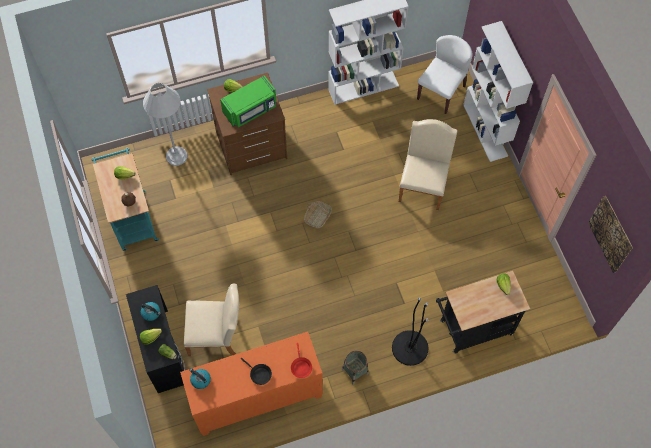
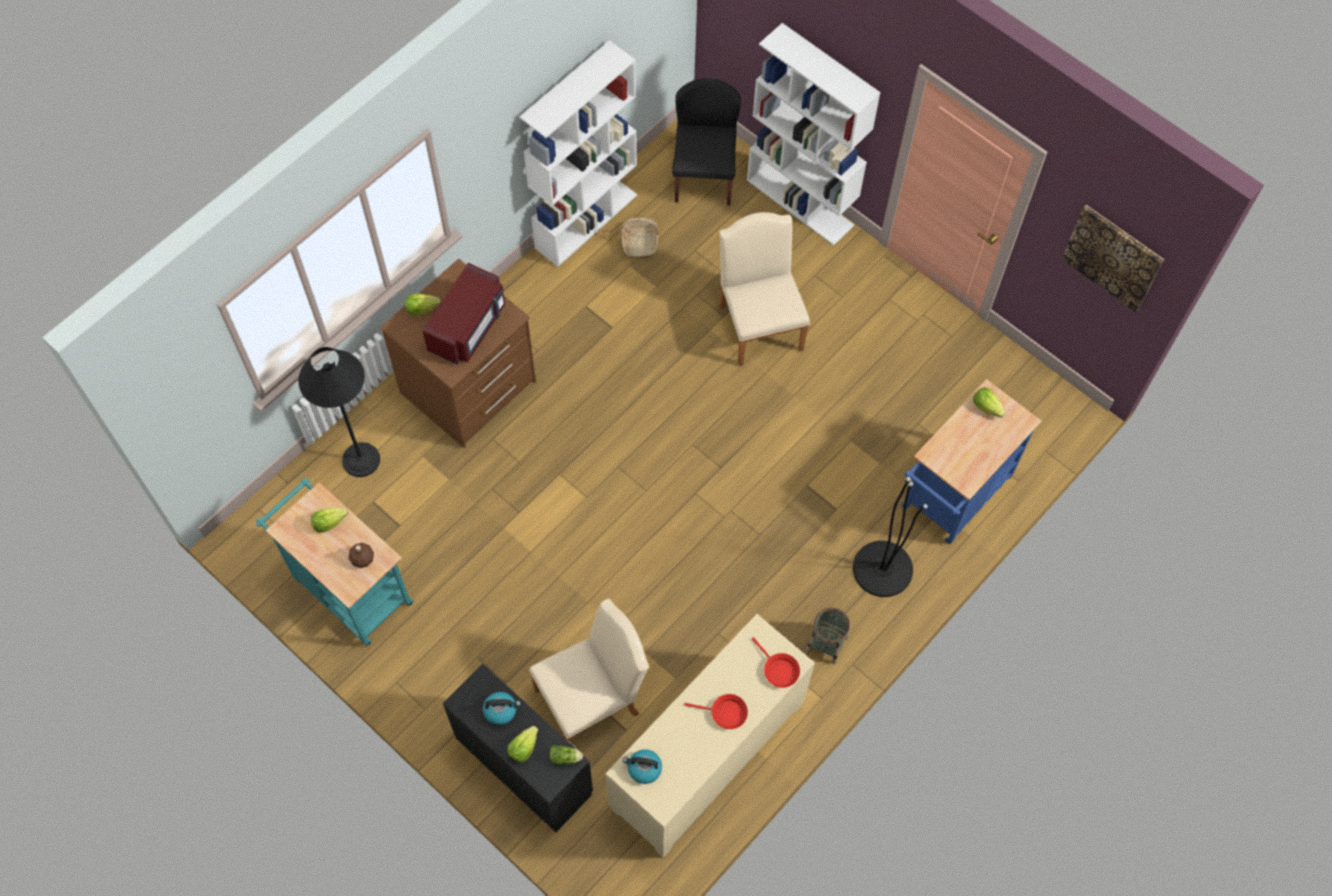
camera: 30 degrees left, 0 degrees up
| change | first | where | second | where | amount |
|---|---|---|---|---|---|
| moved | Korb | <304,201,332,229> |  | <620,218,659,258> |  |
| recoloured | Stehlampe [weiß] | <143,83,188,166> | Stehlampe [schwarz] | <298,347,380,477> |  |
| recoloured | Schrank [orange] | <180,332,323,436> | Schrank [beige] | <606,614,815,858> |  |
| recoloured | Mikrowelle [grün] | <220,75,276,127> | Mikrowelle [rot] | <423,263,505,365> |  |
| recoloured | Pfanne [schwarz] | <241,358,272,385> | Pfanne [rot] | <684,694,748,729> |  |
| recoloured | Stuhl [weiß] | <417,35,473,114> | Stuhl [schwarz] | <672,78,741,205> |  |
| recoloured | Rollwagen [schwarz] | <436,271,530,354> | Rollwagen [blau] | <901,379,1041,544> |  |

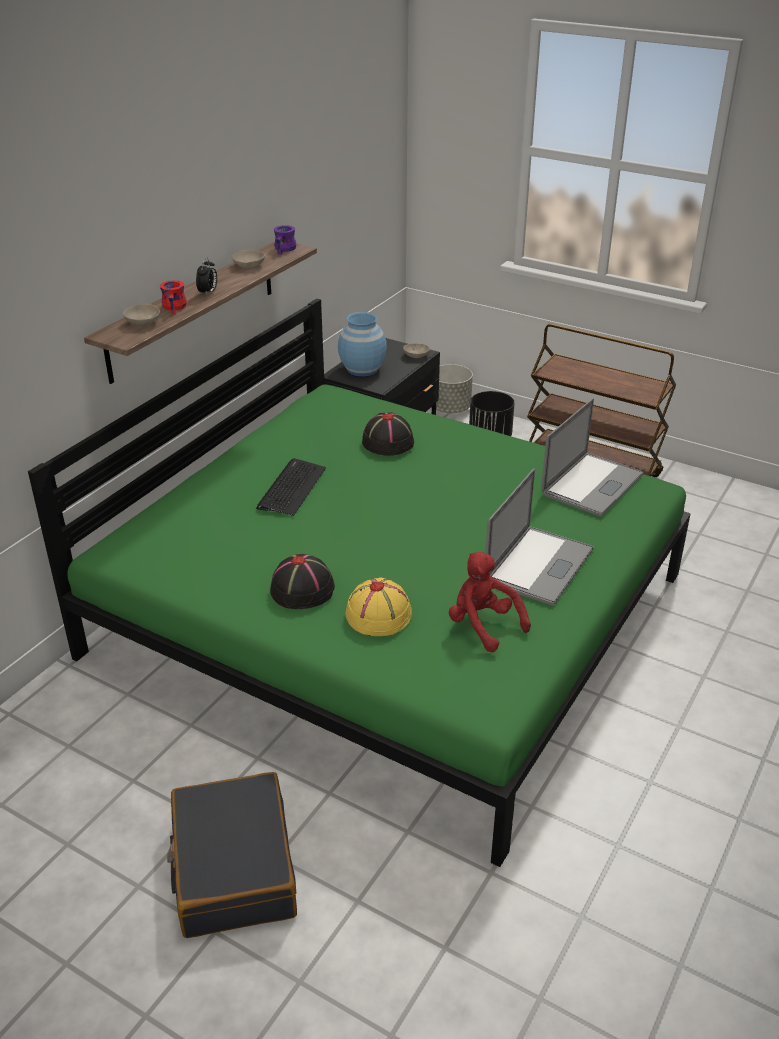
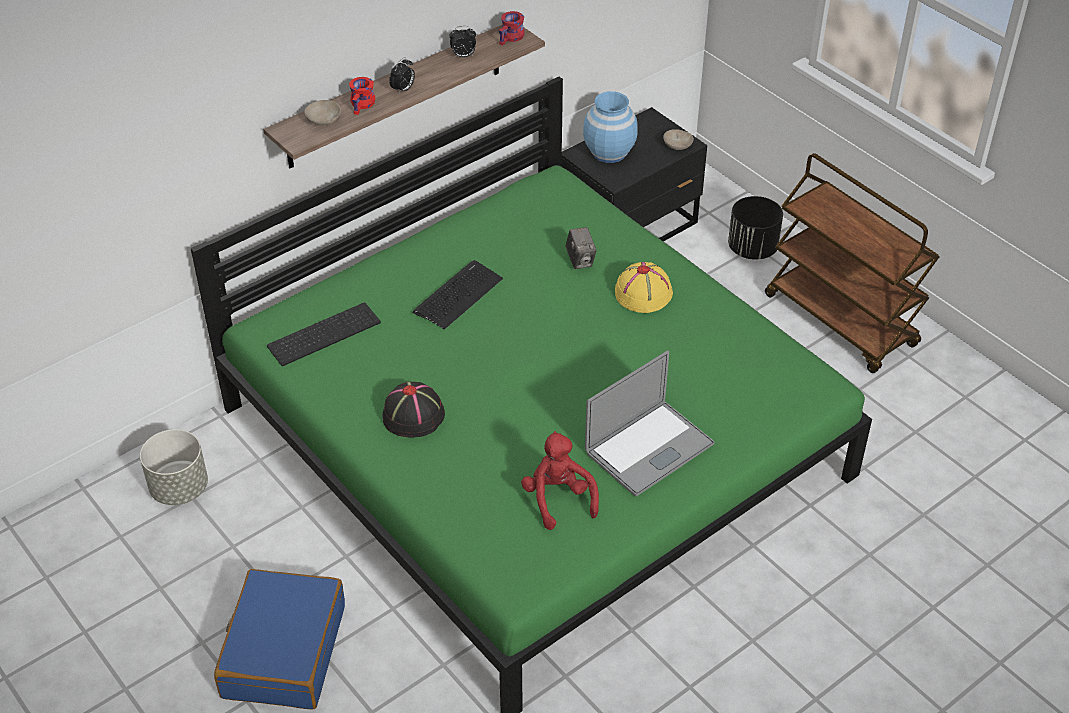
camera: 20 degrees right, 10 degrees up
| change | first | where | second | where | amount |
|---|---|---|---|---|---|
| removed | Laptop | <541,398,644,517> |  |  |  |
| added |  |  | Tastatur | <267,302,381,366> |  |
| moved | Hut [gelb] | <345,577,412,636> |  | <615,262,673,313> |  |
| moved | Pflanzkübel [grau] | <436,364,473,413> |  | <140,429,208,505> |  |
| replaced | Schüssel [beige] | <232,250,265,268> | Wecker | <449,26,476,57> |  |
| replaced | Hut [schwarz] | <362,412,414,456> | Kamera | <565,227,596,269> |  |
| recoloured | Koffer [schwarz] | <167,772,297,938> | Koffer [blau] | <214,569,345,710> |  |
| recoloured | Henkelbecher [lila] | <274,225,296,255> | Henkelbecher [rot] | <499,11,525,46> |  |

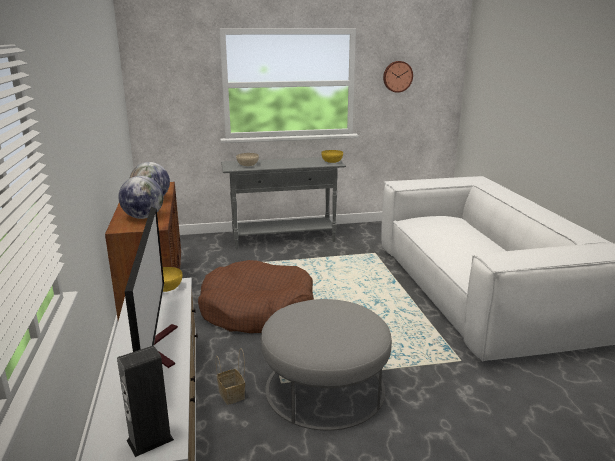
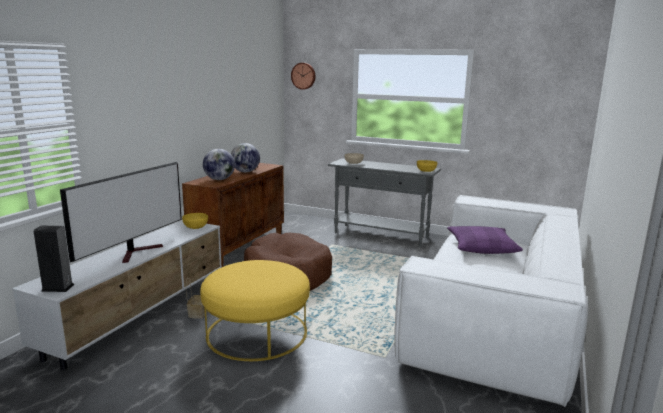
camera: 35 degrees right, 5 degrees down
| change | first | where | second | where | amount |
|---|---|---|---|---|---|
| added |  |  | Kissen [lila] | <447,226,523,254> |  |
| moved | Wanduhr | <383,61,413,93> |  | <291,63,315,90> |  |
| recoloured | Polsterhocker [grau] | <261,299,392,431> | Polsterhocker [gelb] | <200,260,310,361> |  |

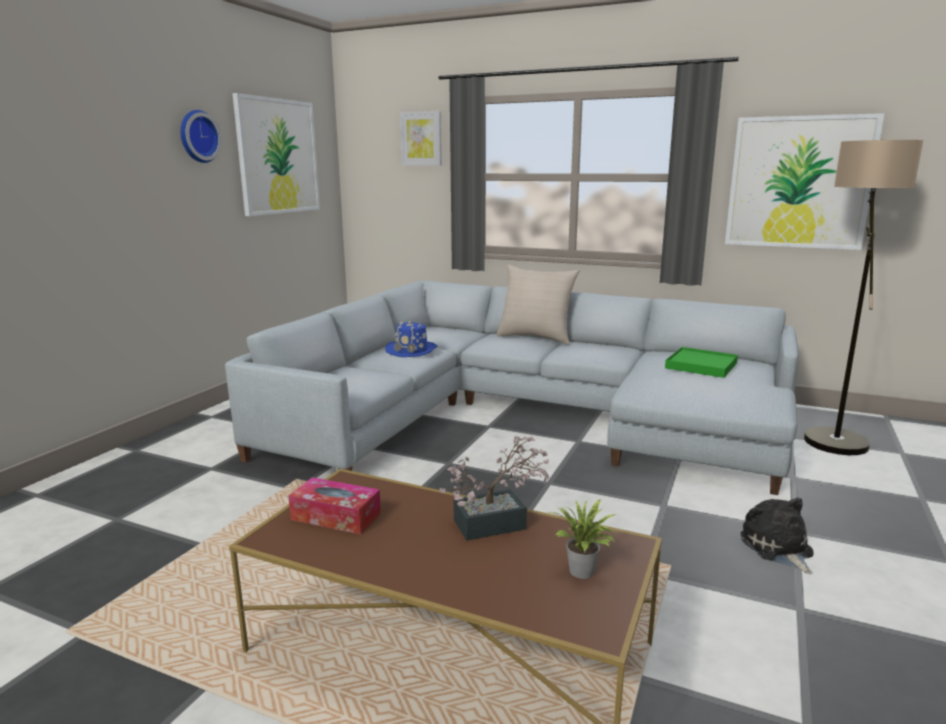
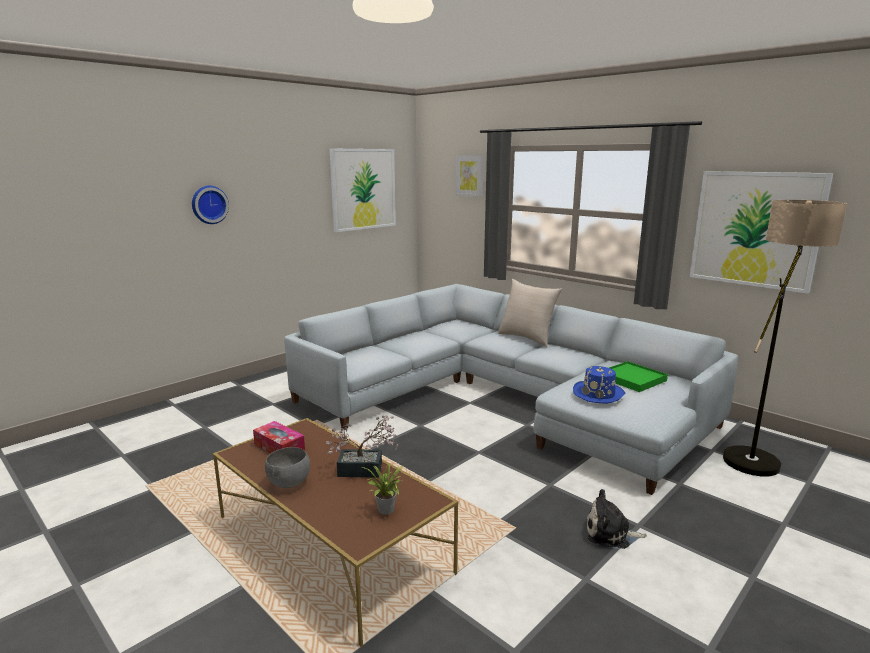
camera: 20 degrees right, 0 degrees up
| change | first | where | second | where | amount |
|---|---|---|---|---|---|
| added |  |  | Schüssel [grau] | <265,447,310,488> |  |
| moved | Wanduhr | <180,110,222,163> |  | <192,186,229,224> |  |
| moved | Hut [blau] | <385,320,438,357> |  | <573,366,625,404> |  |
| turned | Plüschtier | <741,498,814,574> |  | <587,489,647,549> | 90 degrees counterclockwise |

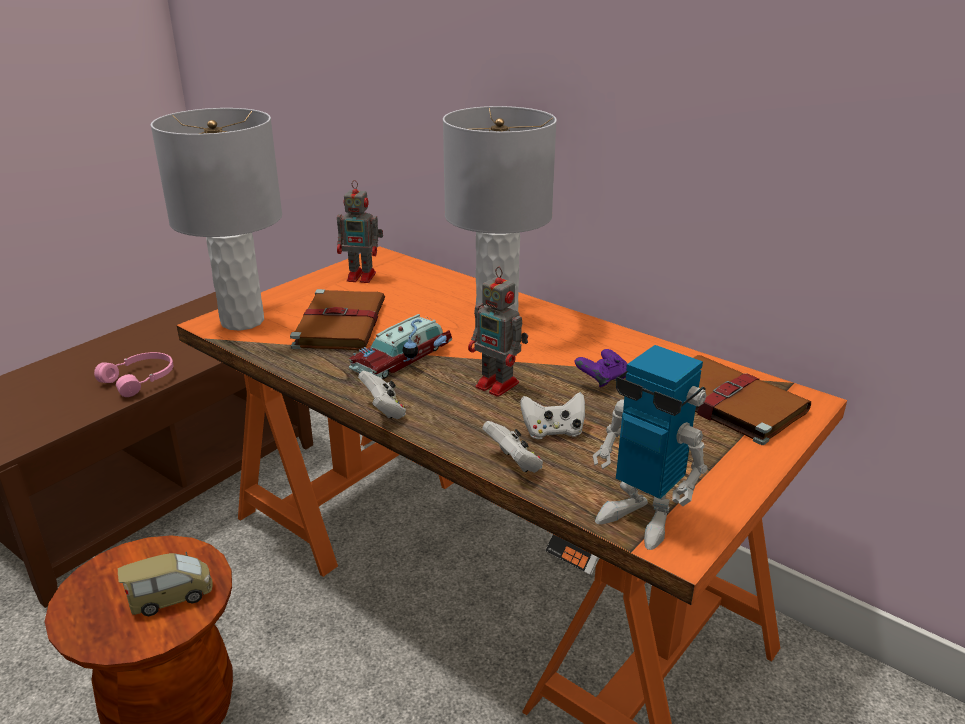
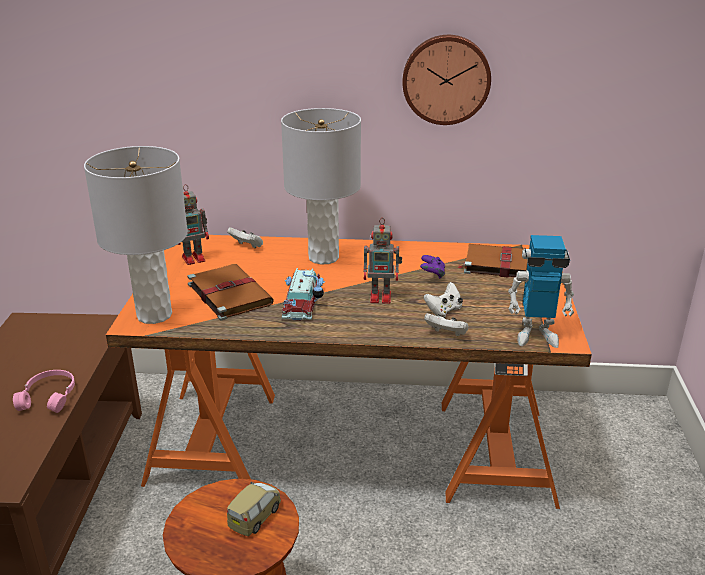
camera: 35 degrees left, 0 degrees up
| change | first | where | second | where | amount |
|---|---|---|---|---|---|
| added |  |  | Wanduhr | <402,35,491,125> |  |
| moved | Gamepad [weiß] | <358,371,406,419> |  | <227,227,263,248> |  |

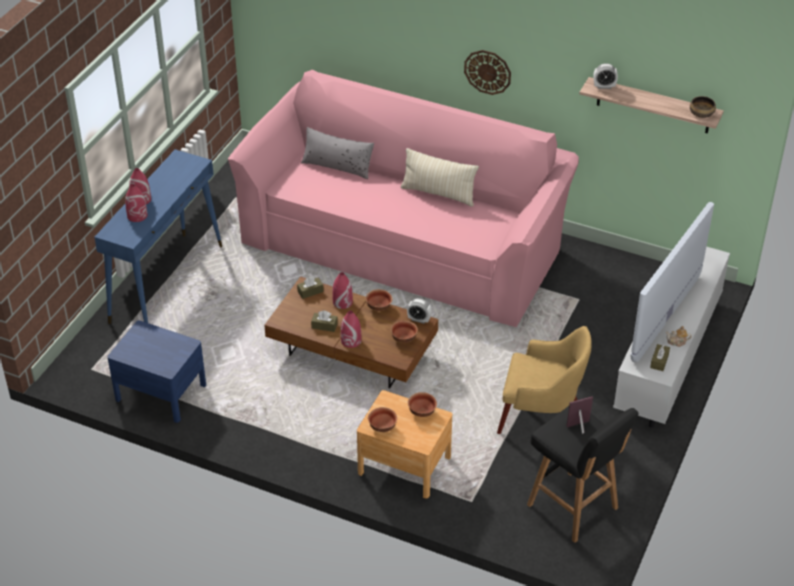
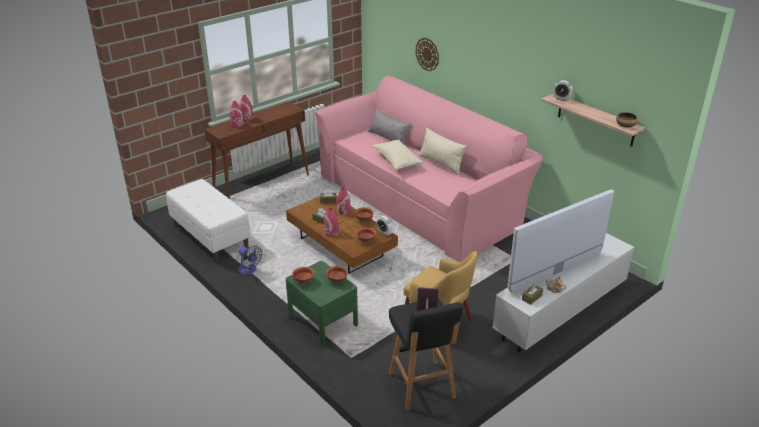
camera: 25 degrees right, 10 degrees down
| change | first | where | second | where | amount |
|---|---|---|---|---|---|
| added |  |  | Ventilator | <238,246,262,275> |  |
| added |  |  | Kissen [beige] | <373,140,423,170> |  |
| moved | Wanduhr | <464,50,511,95> |  | <416,38,439,71> |  |
| replaced | Nachttisch [blau] | <107,320,206,423> | Bank [weiß] | <166,179,251,262> |  |
| recoloured | Konsolentisch [blau] | <94,149,222,324> | Konsolentisch [braun] | <204,101,309,199> |  |
| recoloured | Nachttisch [braun] | <357,390,452,499> | Nachttisch [grün] | <286,261,358,346> |  |

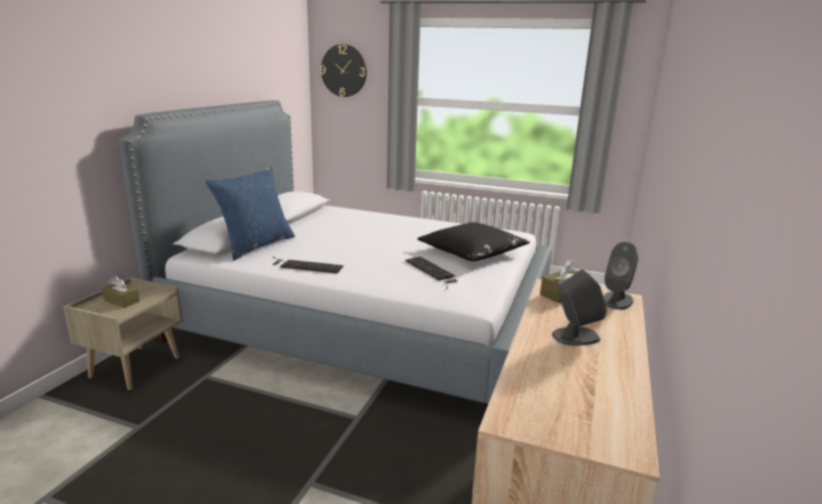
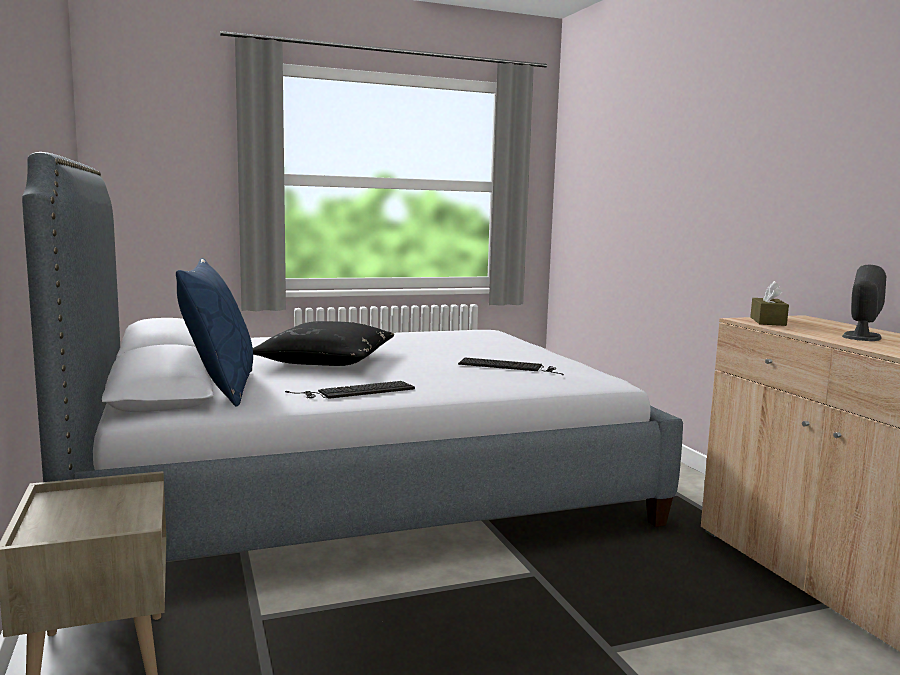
camera: 40 degrees left, 10 degrees down
| change | first | where | second | where | amount |
|---|---|---|---|---|---|
| removed | Taschentuchbox [braun] | <102,276,140,308> |  |  |  |
| removed | Wanduhr | <320,44,367,97> |  |  |  |
| removed | Lautsprecher [grau] | <603,242,638,310> |  |  |  |
| moved | Kissen [schwarz] | <417,222,530,261> |  | <253,321,394,366> |  |

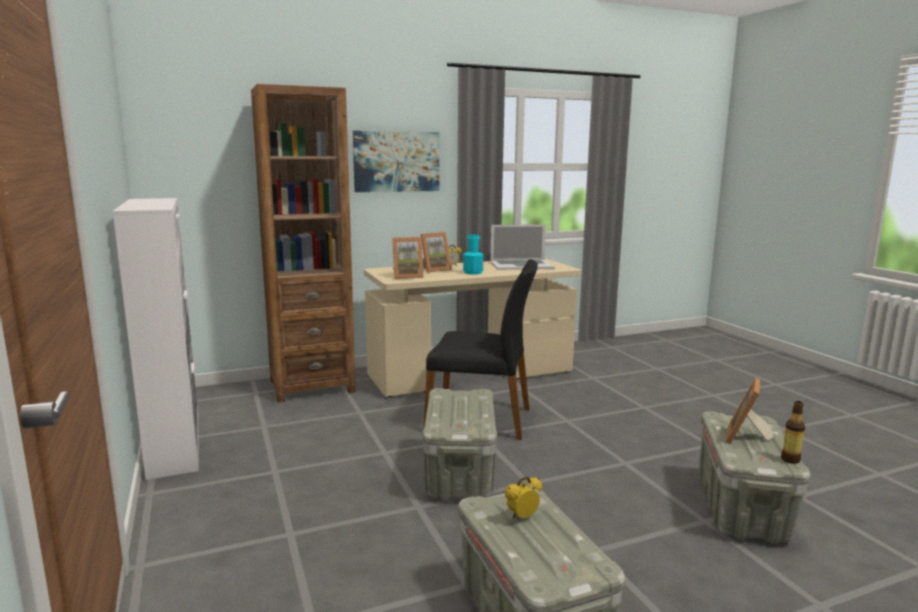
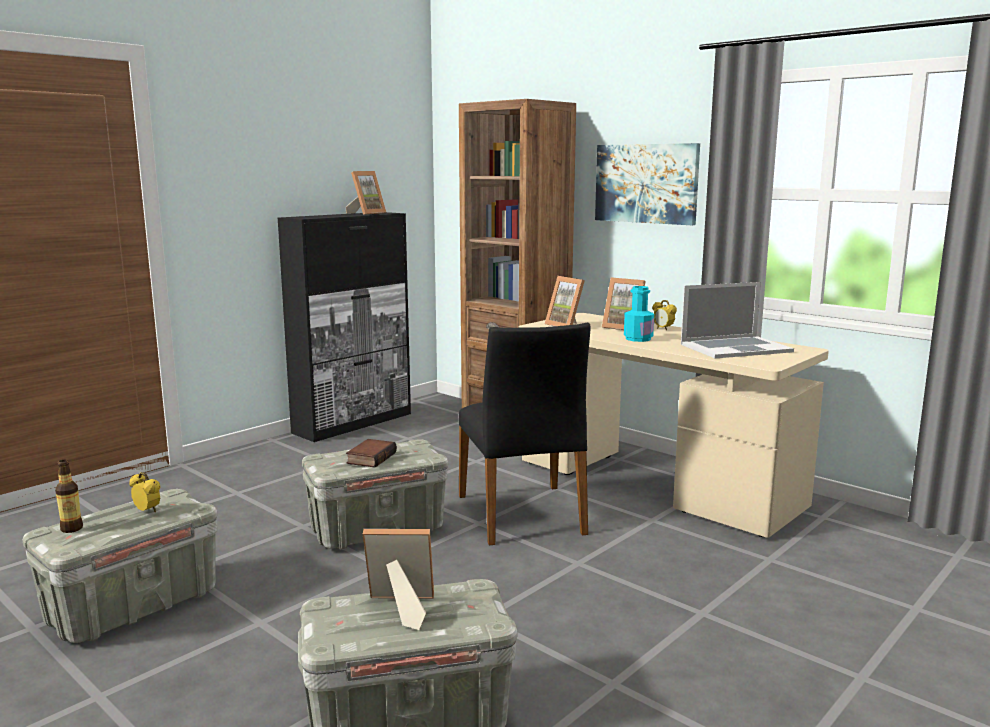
camera: 65 degrees right, 0 degrees up
| change | first | where | second | where | amount |
|---|---|---|---|---|---|
| added |  |  | Bilderrahmen | <346,171,386,215> |  |
| added |  |  | Buch | <346,439,397,468> |  |
| moved | Flasche | <781,401,805,464> |  | <55,460,83,533> |  |
| recoloured | Schrank [weiß] | <112,198,199,480> | Schrank [schwarz] | <278,212,411,442> |  |
| turned | Laptop | <490,224,555,270> |  | <681,282,794,358> | 75 degrees counterclockwise |

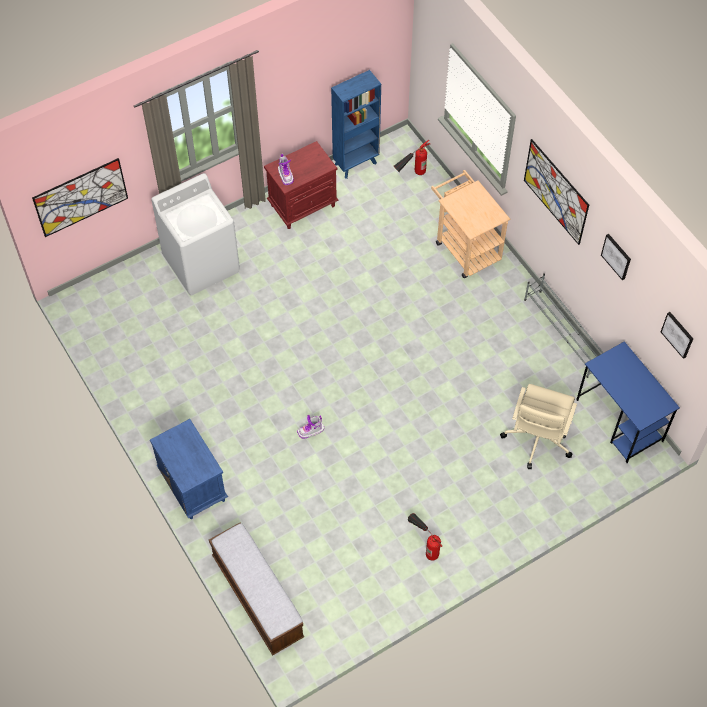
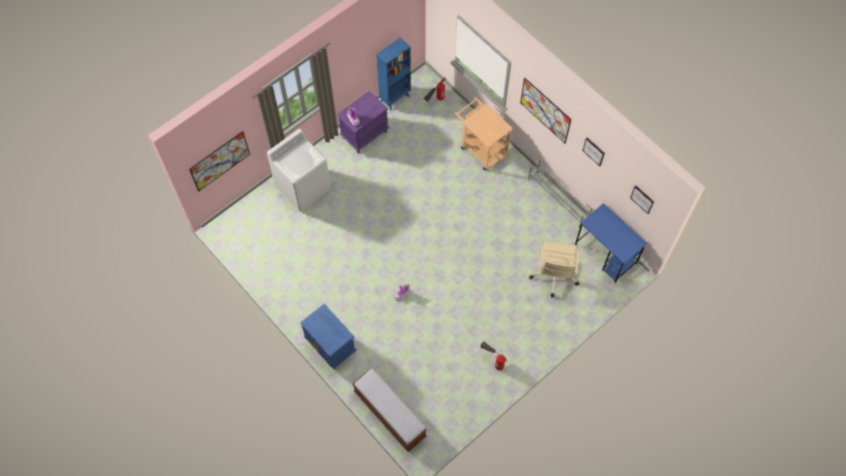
camera: 10 degrees left, 5 degrees up
| change | first | where | second | where | amount |
|---|---|---|---|---|---|
| recoloured | Nachttisch [rot] | <264,141,338,229> | Nachttisch [lila] | <337,91,389,153> |  |

